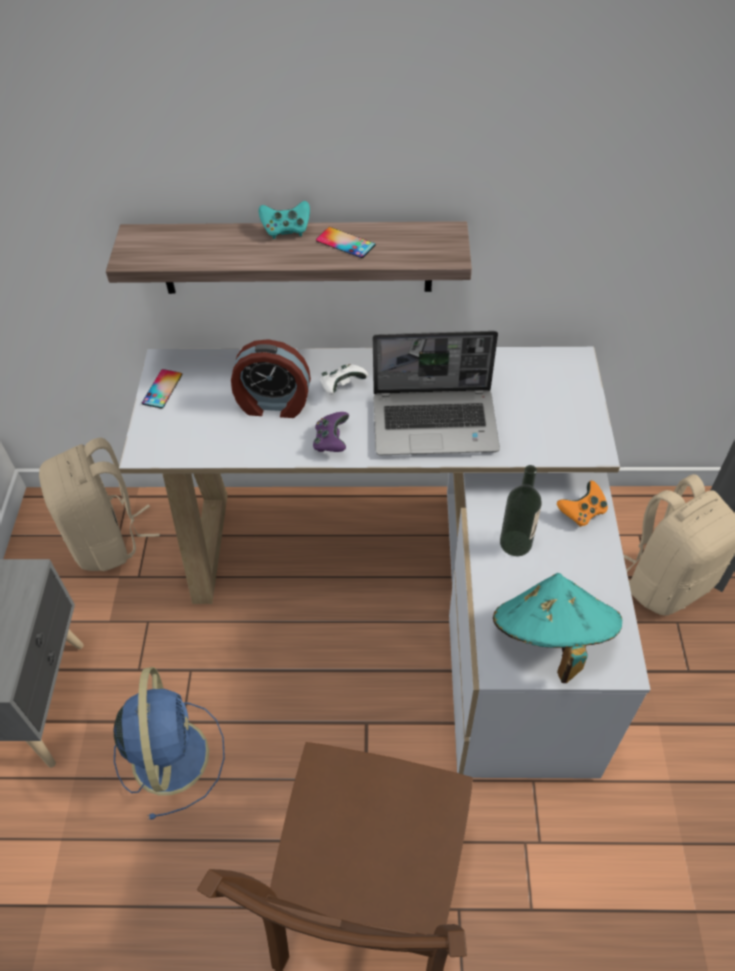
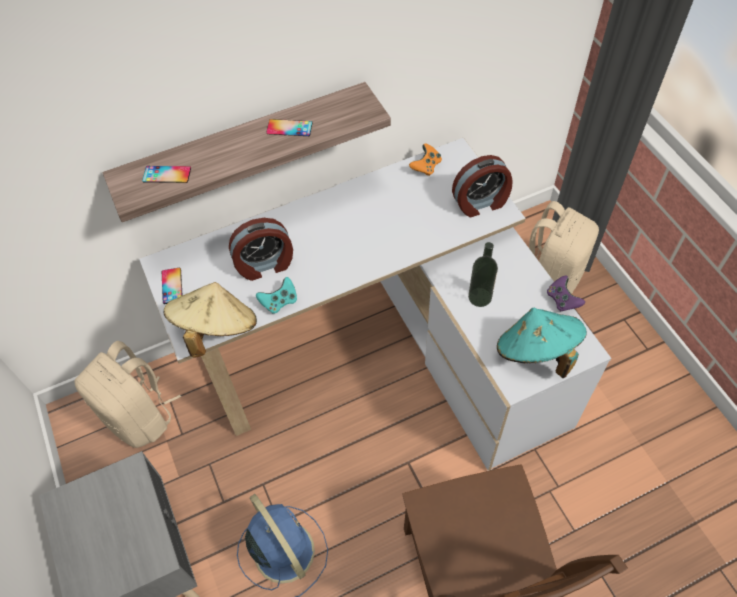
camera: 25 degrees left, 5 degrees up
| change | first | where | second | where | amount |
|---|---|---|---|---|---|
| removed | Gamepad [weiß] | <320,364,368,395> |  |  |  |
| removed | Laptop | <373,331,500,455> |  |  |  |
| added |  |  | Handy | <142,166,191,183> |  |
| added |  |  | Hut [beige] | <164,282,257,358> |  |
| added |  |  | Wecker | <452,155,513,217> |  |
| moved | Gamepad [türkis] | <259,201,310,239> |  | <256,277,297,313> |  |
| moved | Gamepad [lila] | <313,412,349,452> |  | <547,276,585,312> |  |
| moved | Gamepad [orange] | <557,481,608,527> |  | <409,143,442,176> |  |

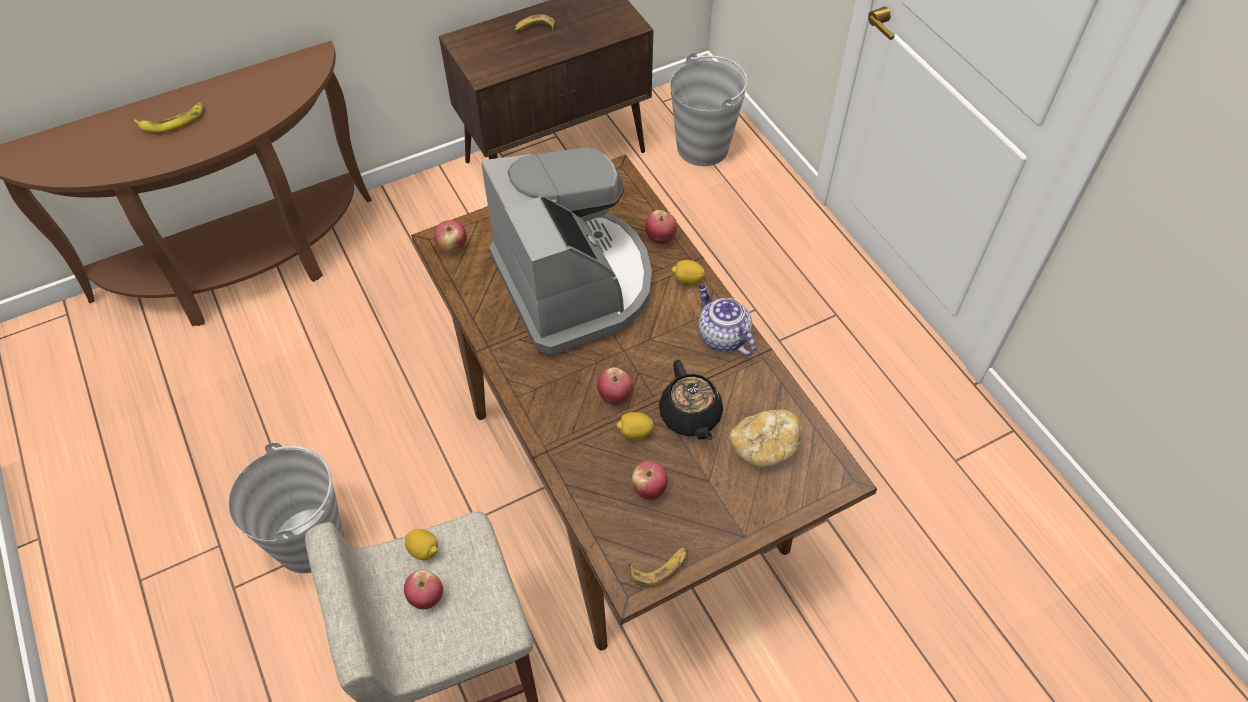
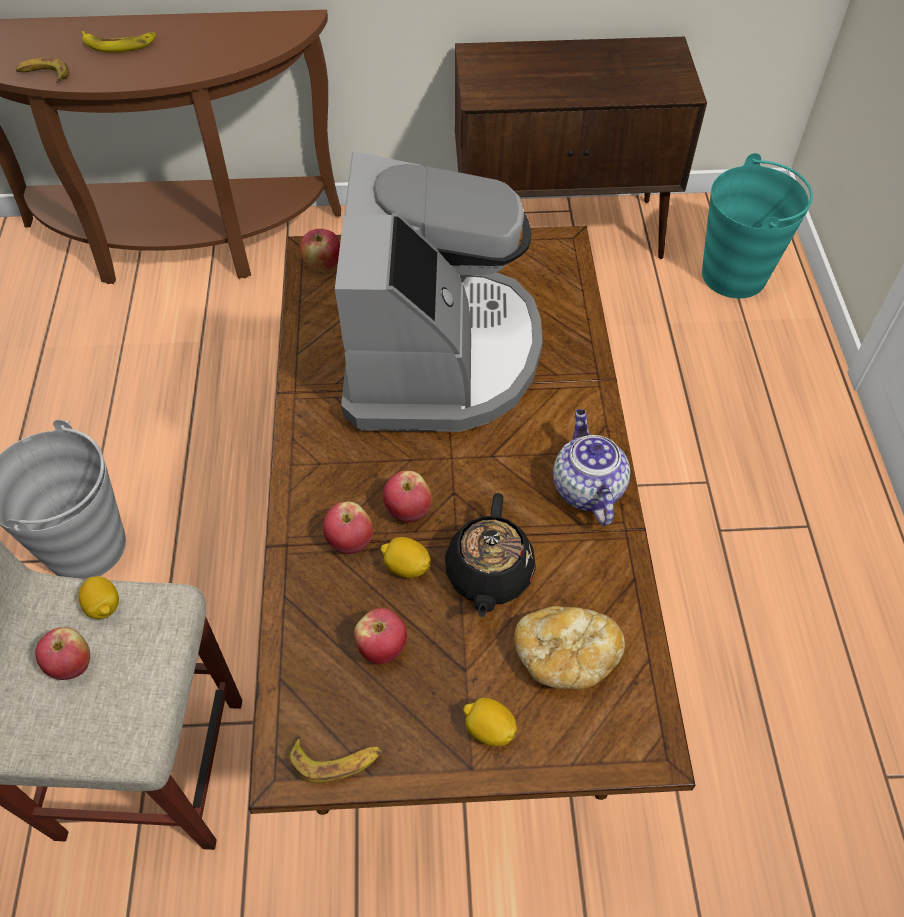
camera: 25 degrees right, 0 degrees up
| change | first | where | second | where | amount |
|---|---|---|---|---|---|
| moved | Banane | <514,14,555,32> |  | <16,57,69,83> |  |
| moved | Apfel | <645,210,677,244> |  | <323,501,373,554> |  |
| moved | Zitrone | <672,260,705,285> |  | <463,698,517,746> |  |
| recoloured | Eimer [grau] | <670,53,747,166> | Eimer [türkis] | <702,153,813,298> |  |

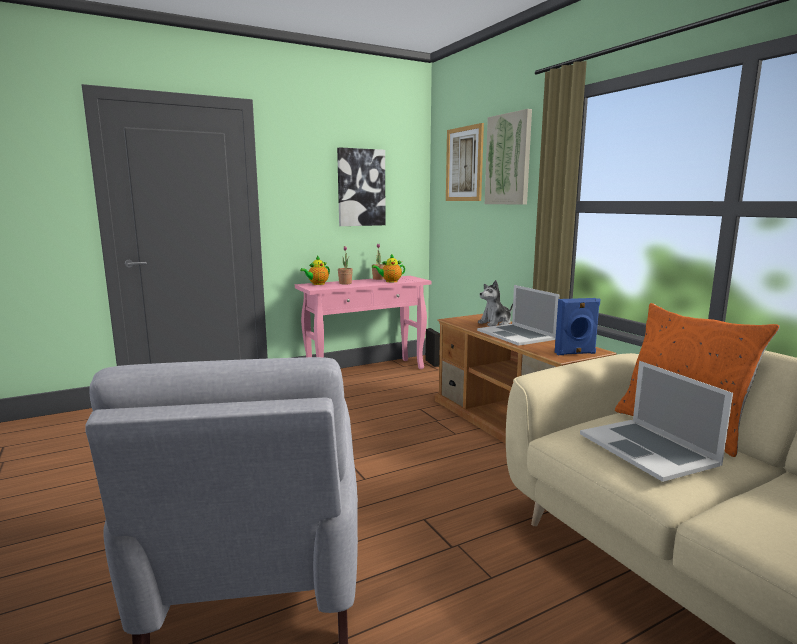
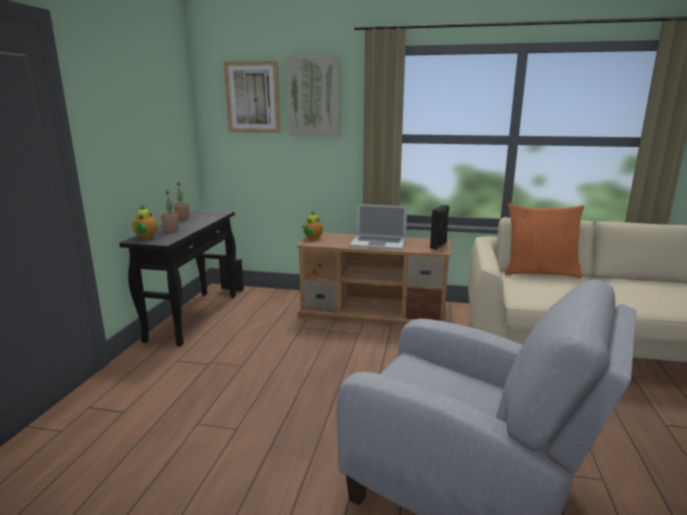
camera: 50 degrees left, 5 degrees up
| change | first | where | second | where | amount |
|---|---|---|---|---|---|
| removed | Bild | <337,147,386,226> |  |  |  |
| removed | Plüschtier | <478,280,513,326> |  |  |  |
| removed | Laptop | <580,361,733,482> |  |  |  |
| moved | Teekanne | <372,254,405,282> |  | <302,211,323,239> |  |
| recoloured | Konsolentisch [rosa] | <295,276,431,369> | Konsolentisch [schwarz] | <119,210,236,347> |  |
| recoloured | Lautsprecher [blau] | <555,298,600,355> | Lautsprecher [schwarz] | <430,205,449,250> |  |

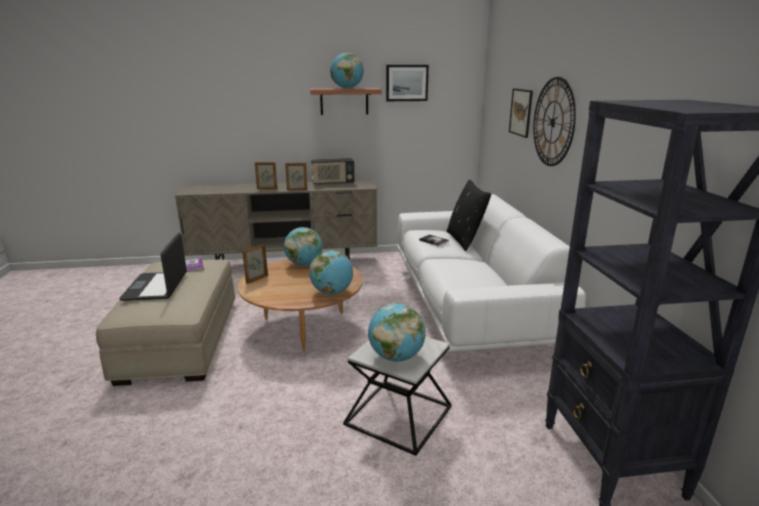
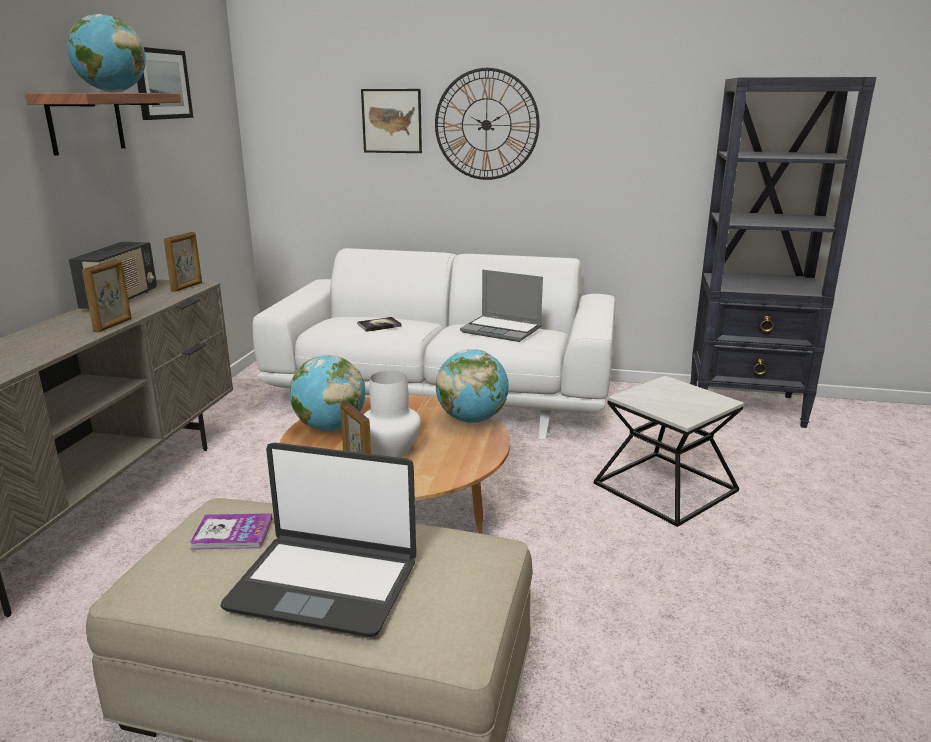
camera: 70 degrees left, 0 degrees up
| change | first | where | second | where | amount |
|---|---|---|---|---|---|
| removed | Globus | <368,303,426,361> |  |  |  |
| removed | Kissen [schwarz] | <447,179,492,251> |  |  |  |
| added |  |  | Vase [weiß] | <363,371,421,458> |  |
| added |  |  | Laptop | <460,270,543,342> |  |
| moved | Bilderrahmen | <255,162,277,189> |  | <164,232,202,292> |  |

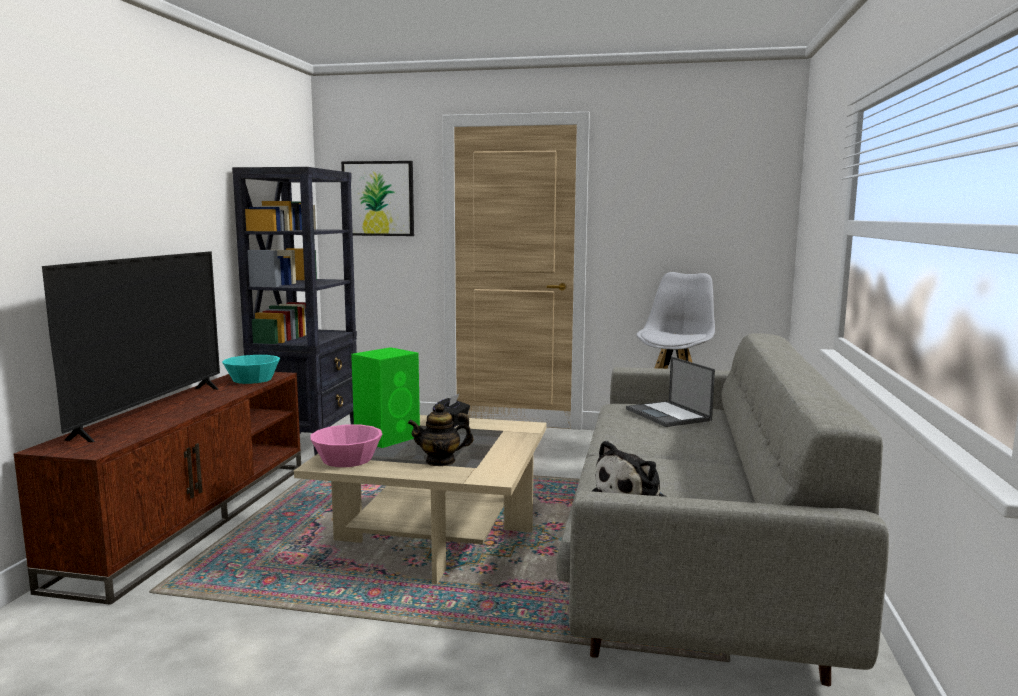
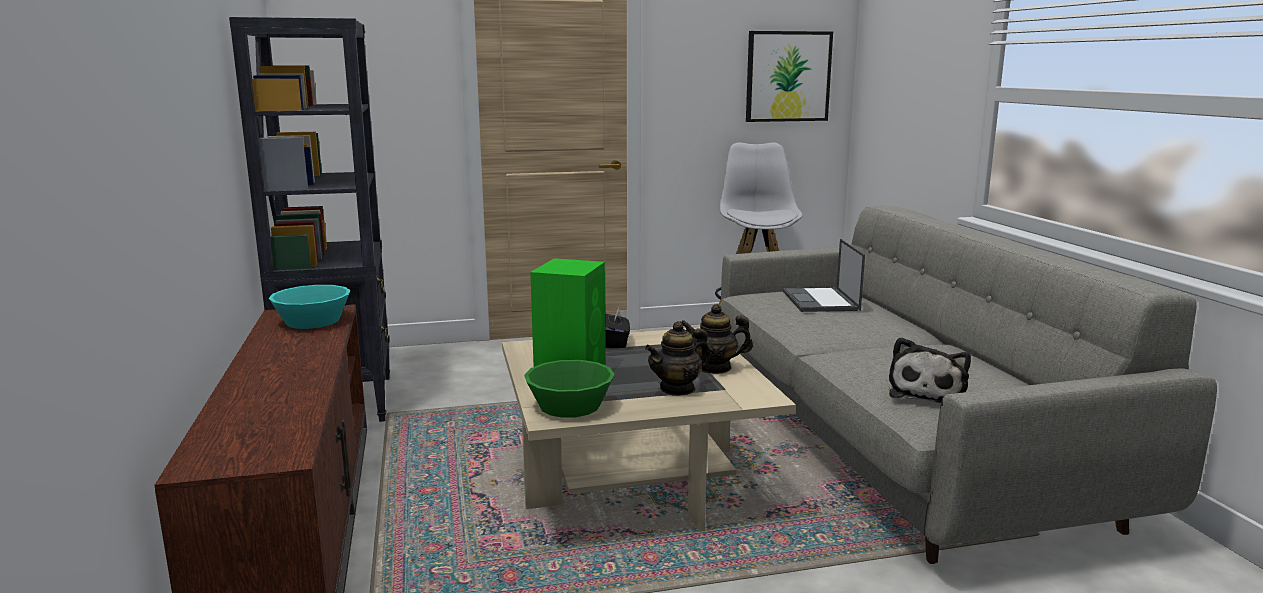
camera: 25 degrees left, 5 degrees up
| change | first | where | second | where | amount |
|---|---|---|---|---|---|
| removed | Fernseher | <42,251,220,442> |  |  |  |
| added |  |  | Teekanne | <681,304,753,374> |  |
| moved | Bild | <341,161,414,236> |  | <746,31,833,122> |  |
| recoloured | Schüssel [rosa] | <310,424,382,467> | Schüssel [grün] | <524,360,615,418> |  |
| turned | Laptop | <626,356,715,427> |  | <783,239,865,312> | 45 degrees clockwise |

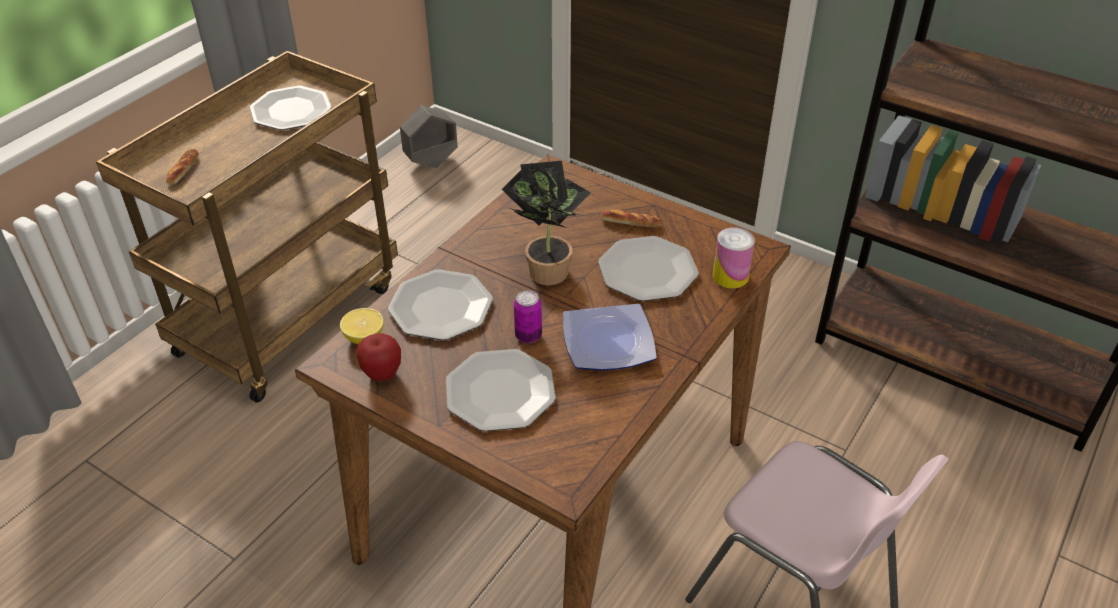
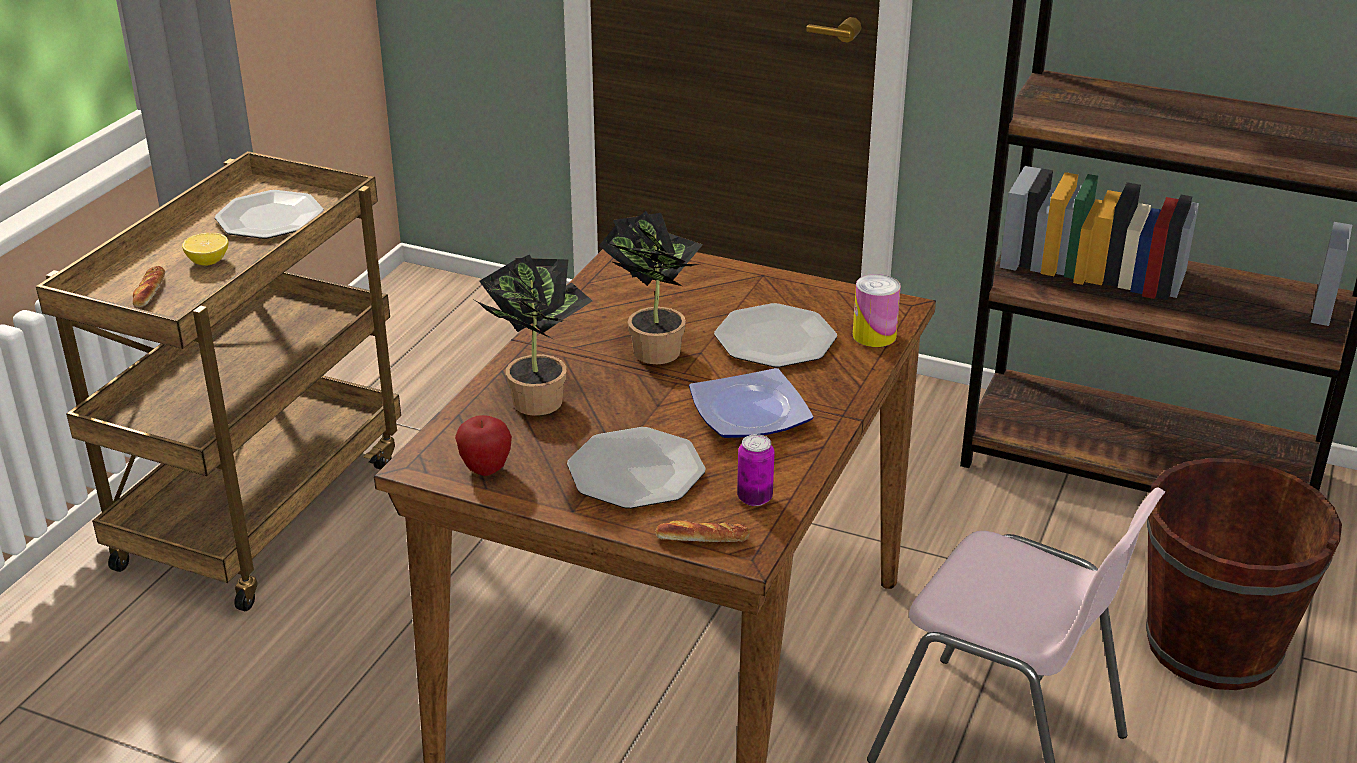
camera: 10 degrees left, 10 degrees down
| change | first | where | second | where | amount |
|---|---|---|---|---|---|
| removed | Pflanzkübel [grau] | <400,105,458,168> |  |  |  |
| added |  |  | Eimer [braun] | <1146,458,1342,690> |  |
| moved | Zitrone | <340,308,384,344> |  | <182,233,228,266> |  |
| moved | Dose | <514,291,542,343> |  | <737,434,774,506> |  |
| moved | Brot | <601,210,662,228> |  | <656,520,750,542> |  |
| replaced | Teller | <388,269,493,340> | Topfpflanze | <474,254,593,416> |  |

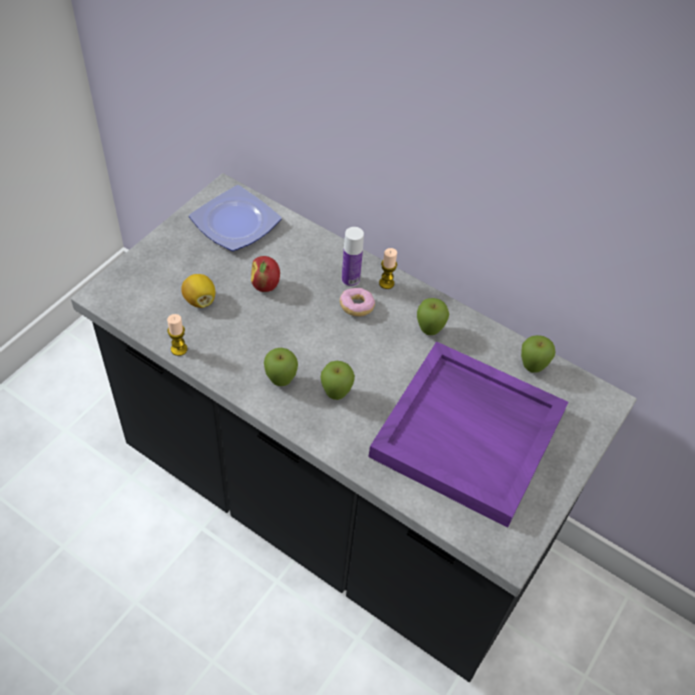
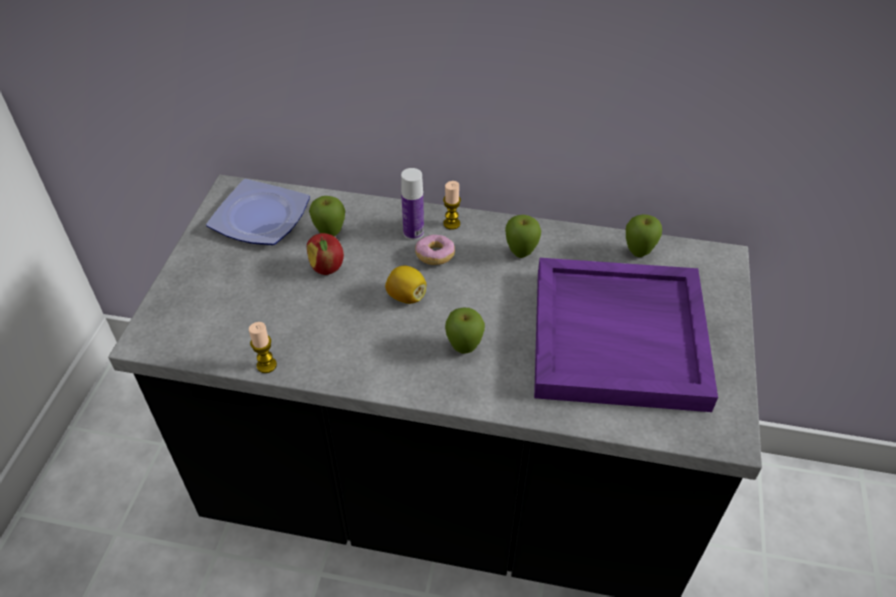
camera: 20 degrees left, 5 degrees down
| change | first | where | second | where | amount |
|---|---|---|---|---|---|
| moved | Zitrone | <181,274,215,308> |  | <385,265,426,304> |  |
| moved | Apfel | <264,348,298,386> |  | <309,196,345,237> |  |

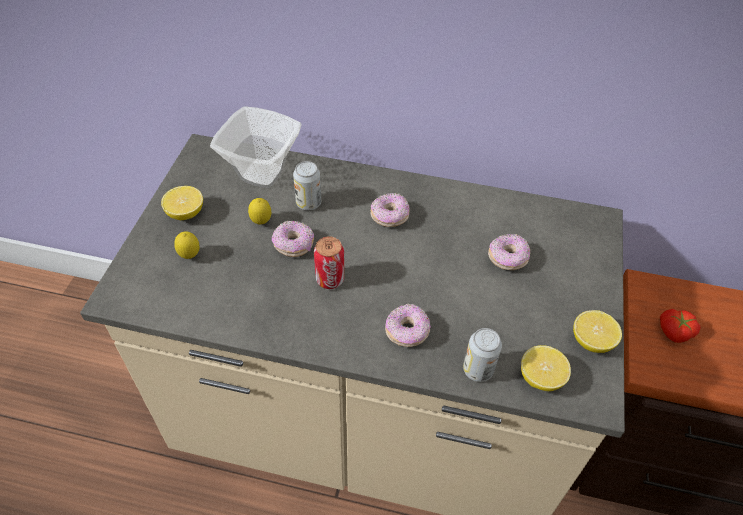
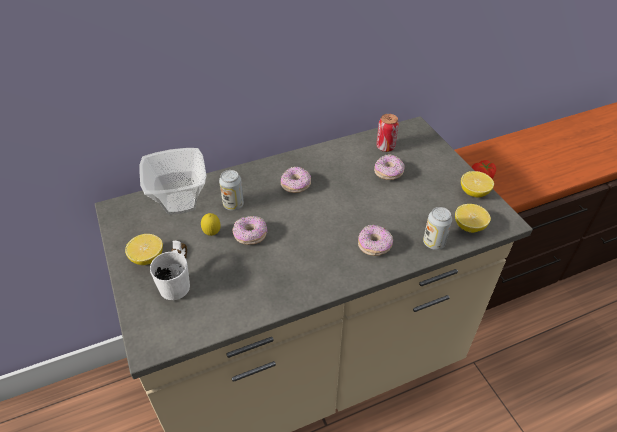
camera: 35 degrees left, 5 degrees down
| change | first | where | second | where | amount |
|---|---|---|---|---|---|
| moved | Dose | <314,236,344,289> |  | <376,114,399,152> |  |
| replaced | Zitrone | <174,231,200,259> | Henkelbecher [weiß] | <150,241,190,300> |  |

